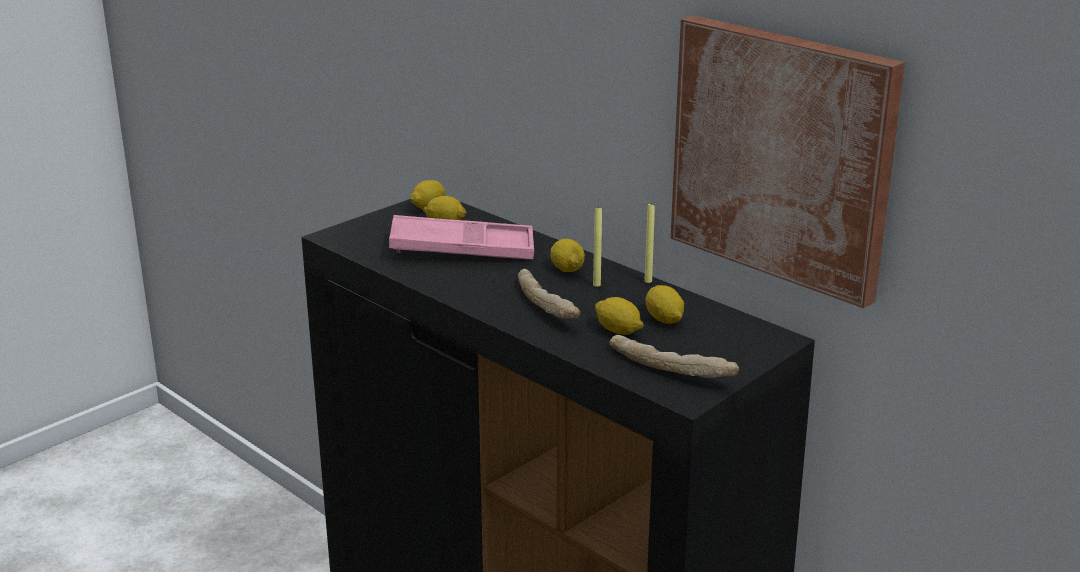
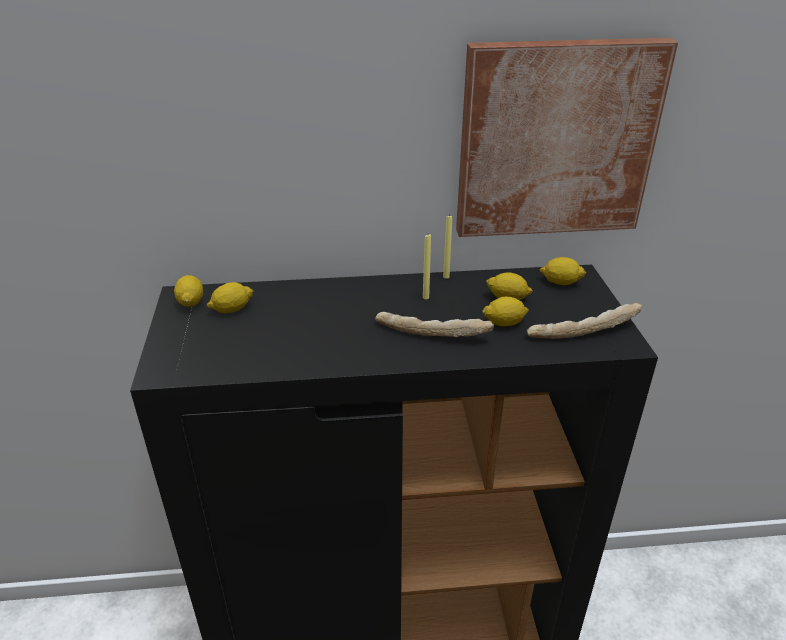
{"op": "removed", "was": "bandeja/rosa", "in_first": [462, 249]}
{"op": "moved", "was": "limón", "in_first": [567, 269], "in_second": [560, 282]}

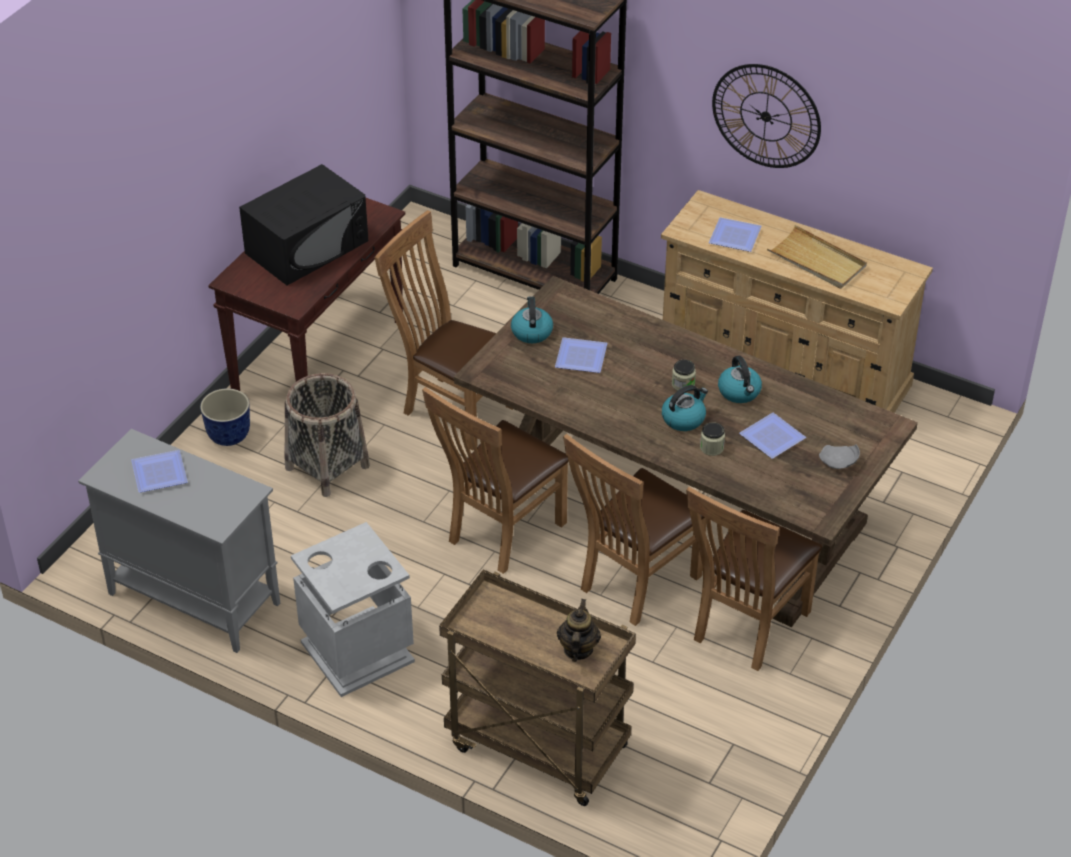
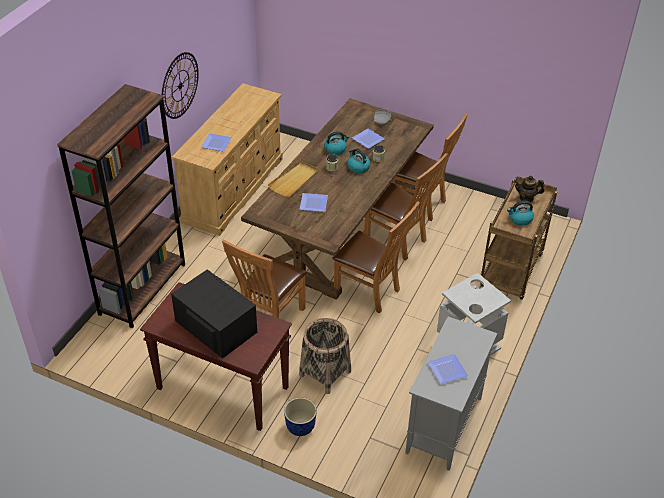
{"op": "moved", "was": "hervidor", "in_first": [531, 331], "in_second": [519, 219]}
{"op": "moved", "was": "bandeja/beis", "in_first": [817, 261], "in_second": [294, 180]}

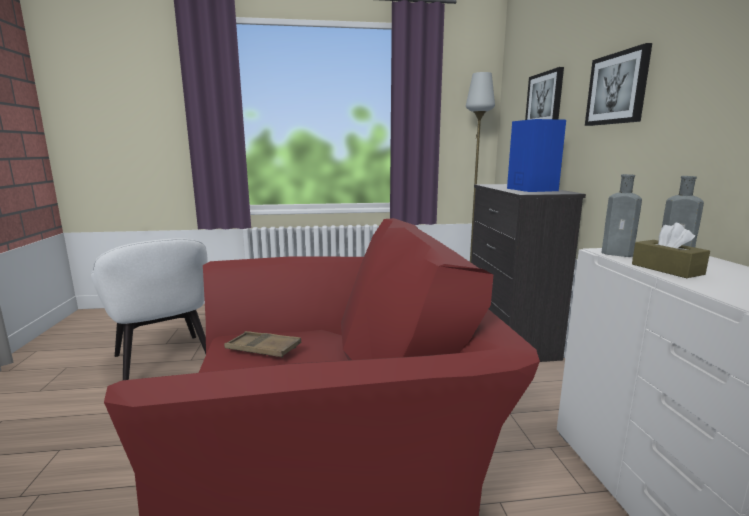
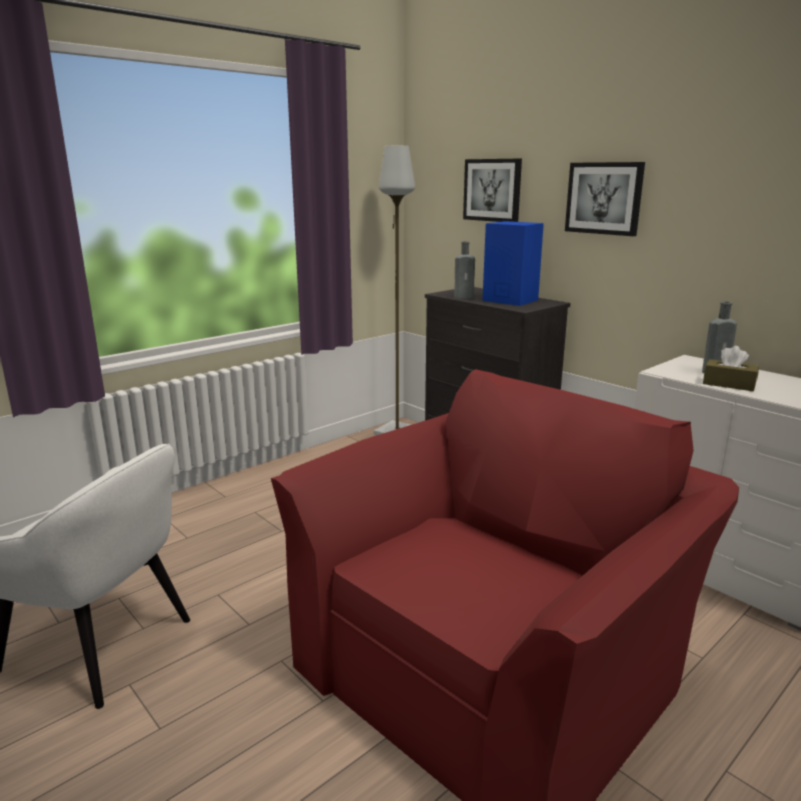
{"op": "removed", "was": "bandeja/marrón", "in_first": [263, 349]}
{"op": "moved", "was": "botella/gris", "in_first": [619, 254], "in_second": [465, 297]}

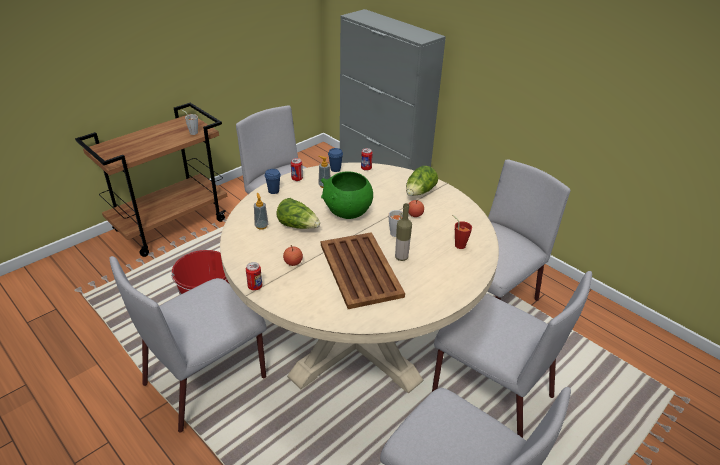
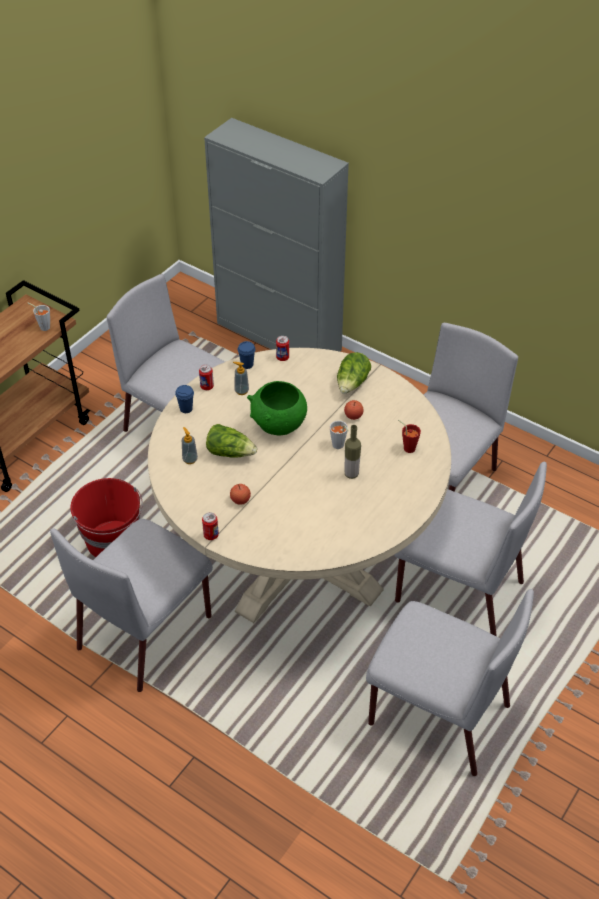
{"op": "removed", "was": "bandeja/marrón", "in_first": [360, 269]}

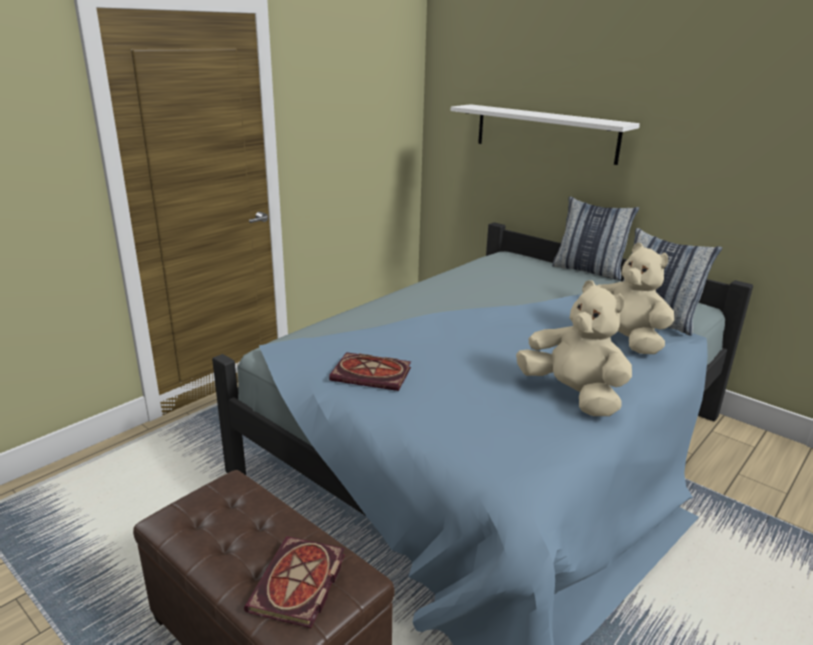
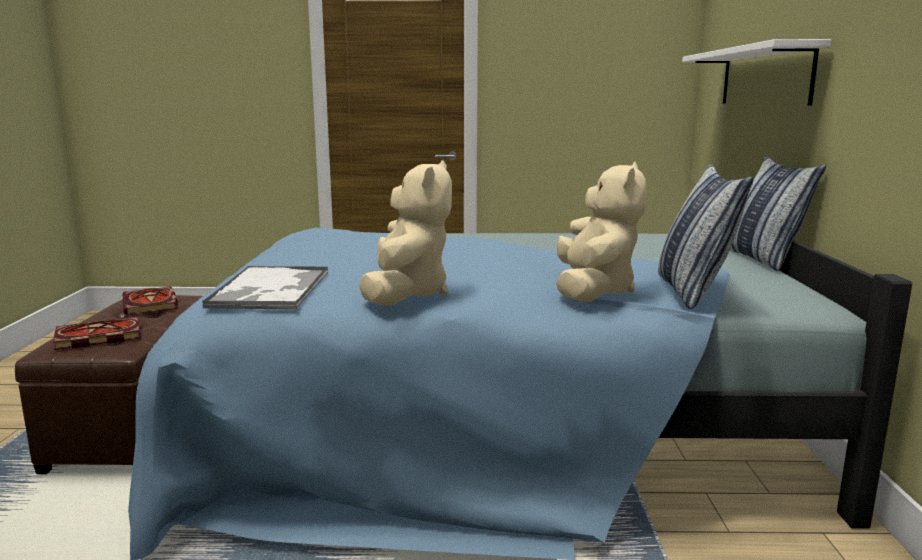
{"op": "added", "now": "bandeja", "in_second": [270, 290]}
{"op": "moved", "was": "libro", "in_first": [373, 374], "in_second": [151, 304]}

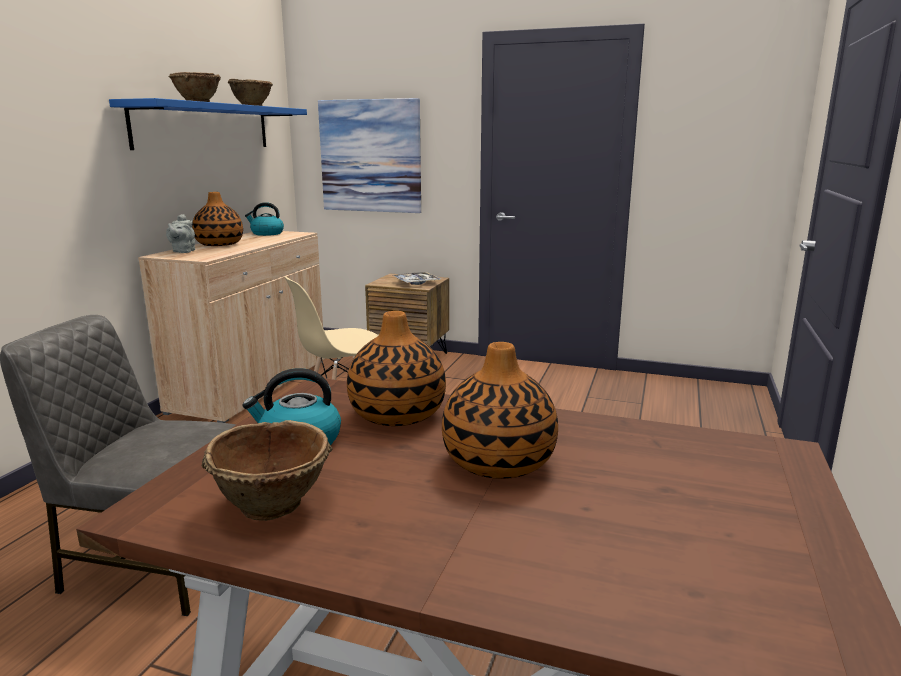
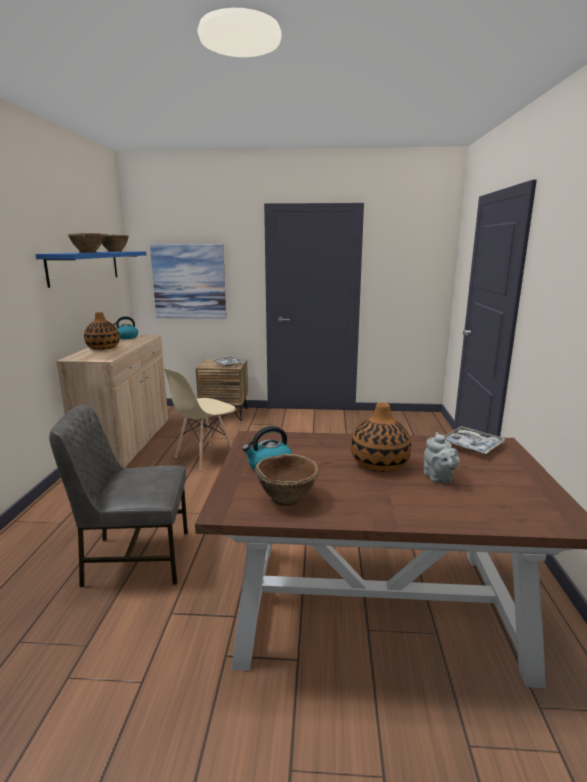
{"op": "removed", "was": "florero", "in_first": [397, 414]}
{"op": "added", "now": "bandeja", "in_second": [471, 446]}
{"op": "moved", "was": "tetera/gris", "in_first": [183, 251], "in_second": [439, 478]}

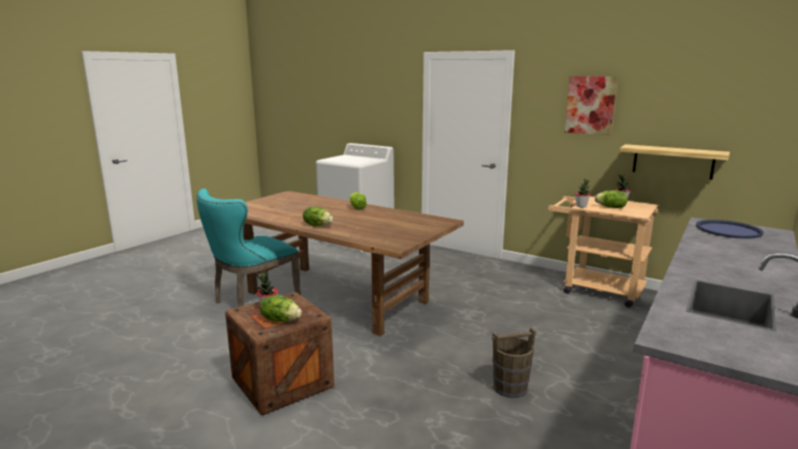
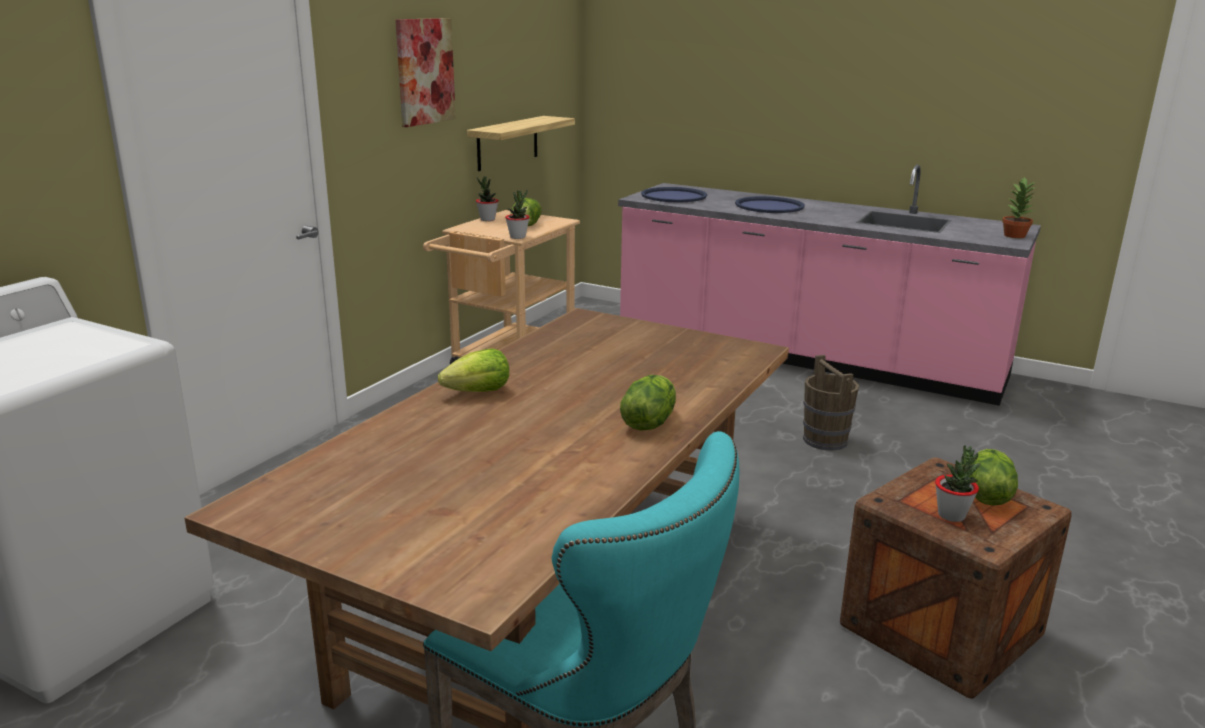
{"op": "added", "now": "bandeja/azul", "in_second": [769, 206]}
{"op": "added", "now": "planta en maceta", "in_second": [1015, 236]}

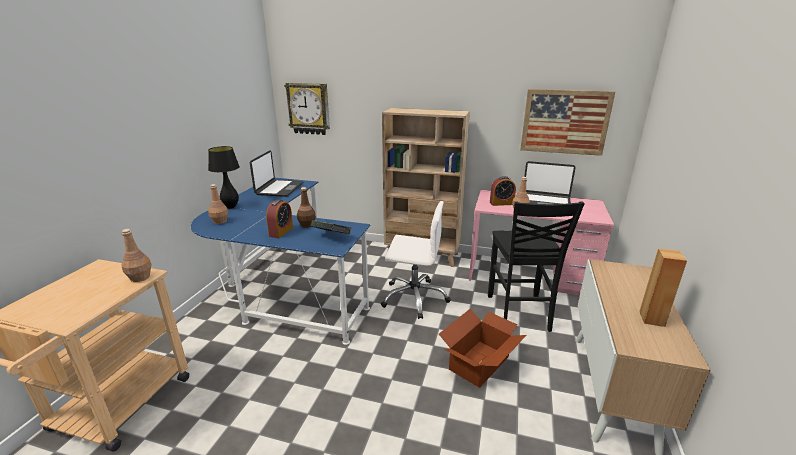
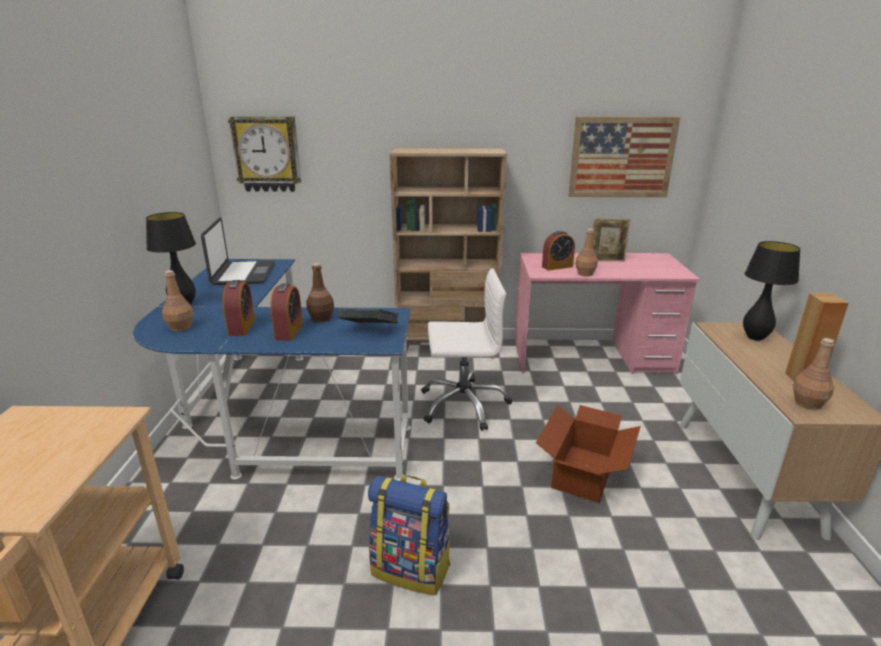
{"op": "removed", "was": "silla/negro", "in_first": [519, 313]}
{"op": "added", "now": "despertador", "in_second": [241, 327]}
{"op": "added", "now": "mochila", "in_second": [411, 569]}
{"op": "added", "now": "lámpara de mesa/negro", "in_second": [754, 338]}
{"op": "moved", "was": "botella/marrón", "in_first": [140, 277], "in_second": [807, 403]}
{"op": "replaced", "was": "portátil", "now": "portarretratos", "in_first": [545, 202], "in_second": [606, 260]}

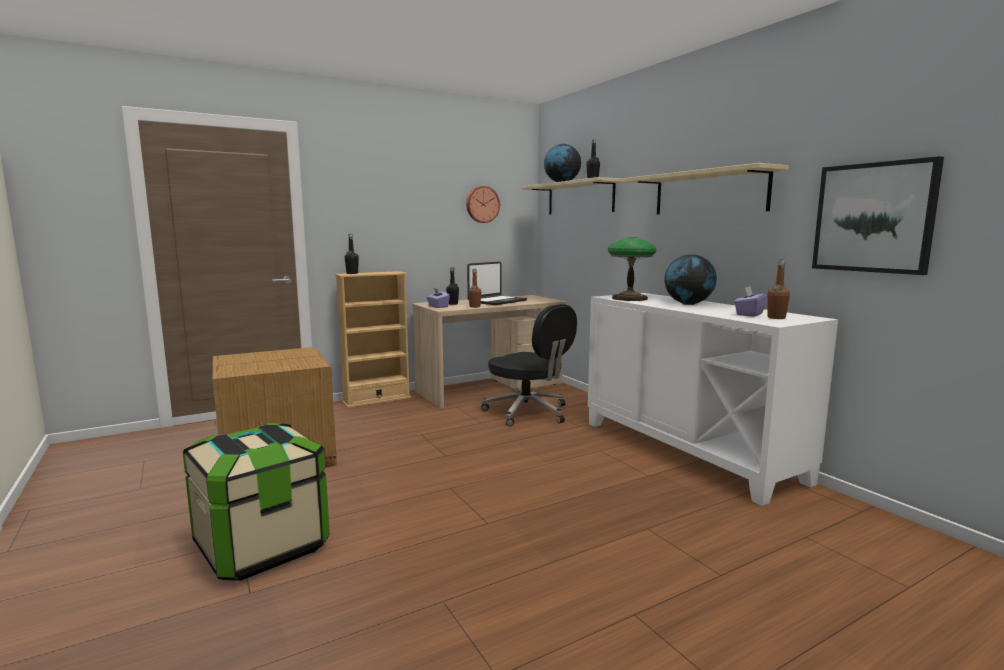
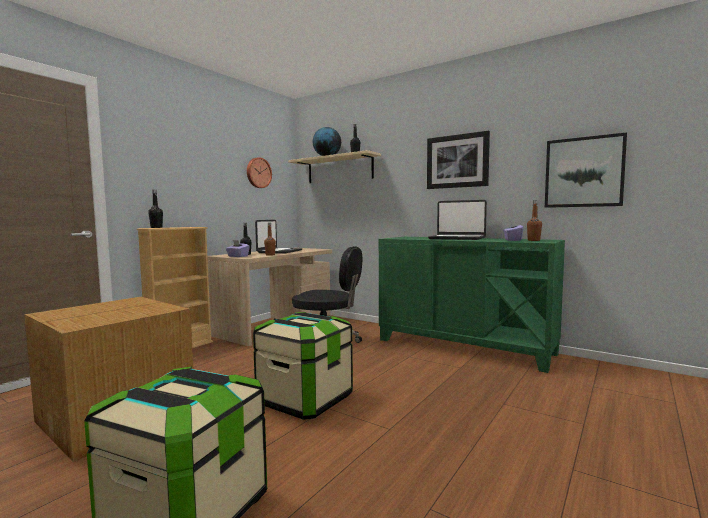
{"op": "removed", "was": "lámpara de mesa", "in_first": [629, 298]}
{"op": "added", "now": "caja de almacenaje", "in_second": [305, 400]}
{"op": "replaced", "was": "estante/beis", "now": "cuadro", "in_first": [709, 193], "in_second": [457, 161]}
{"op": "replaced", "was": "globo terráqueo", "now": "portátil", "in_first": [688, 304], "in_second": [457, 238]}
{"op": "recoloured", "was": "armario/blanco", "now": "armario/verde", "in_first": [688, 450], "in_second": [464, 346]}

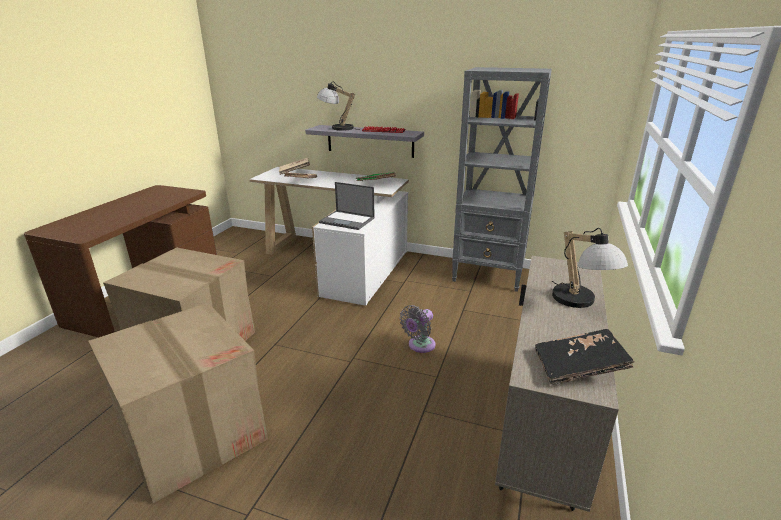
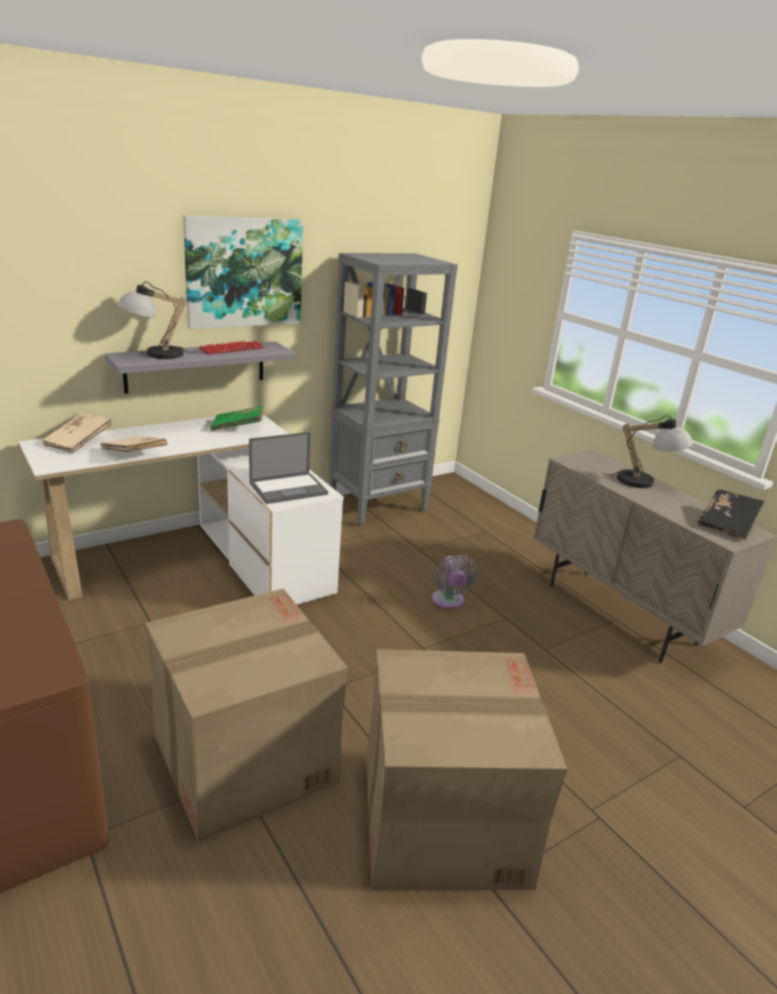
{"op": "added", "now": "cuadro", "in_second": [244, 272]}

